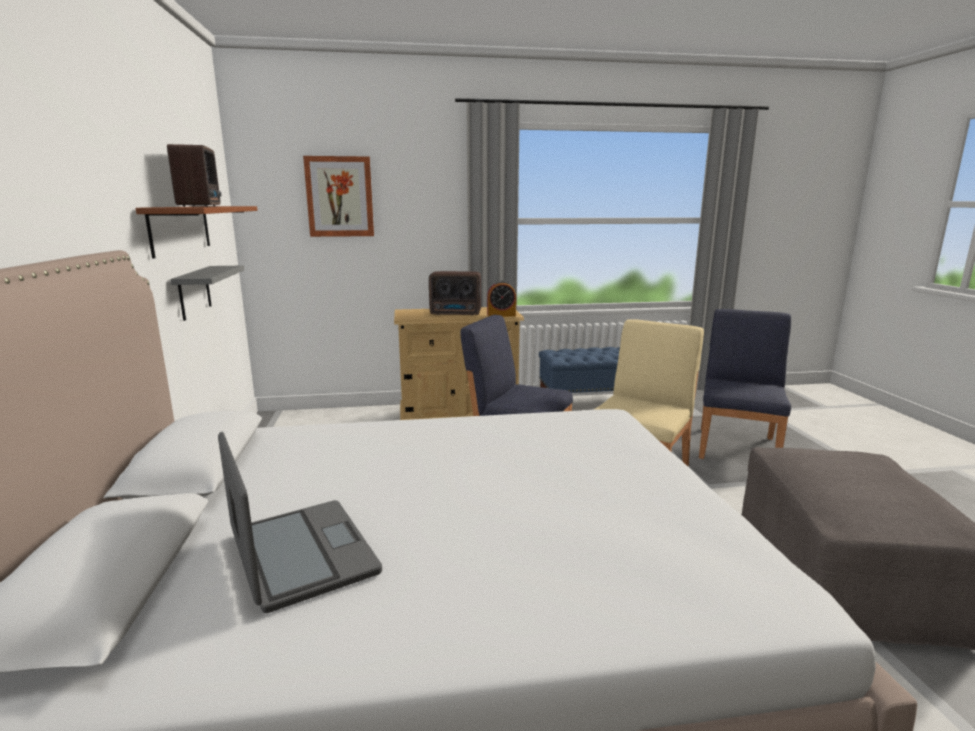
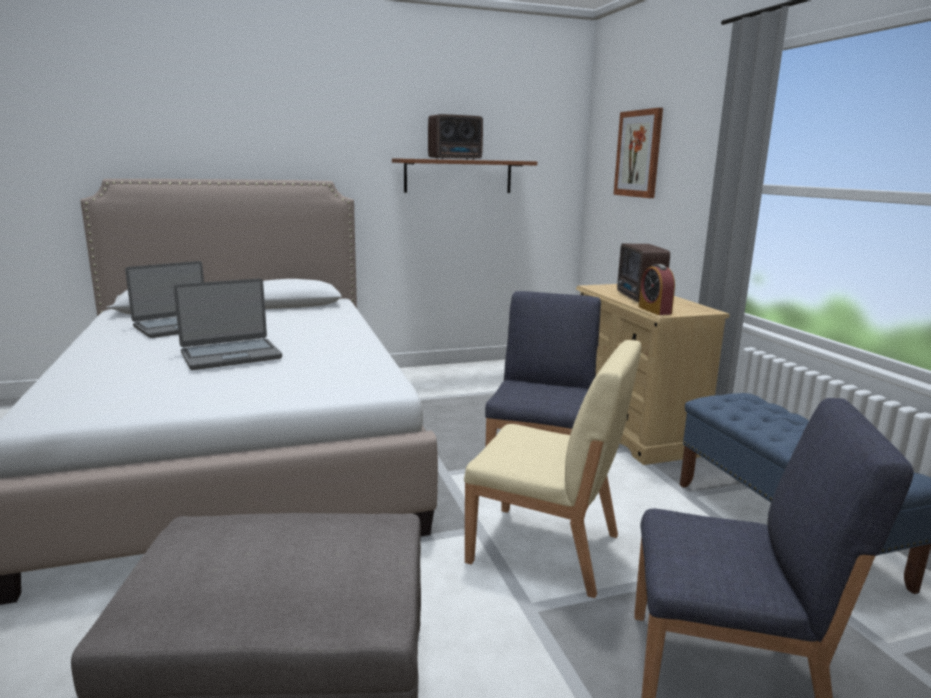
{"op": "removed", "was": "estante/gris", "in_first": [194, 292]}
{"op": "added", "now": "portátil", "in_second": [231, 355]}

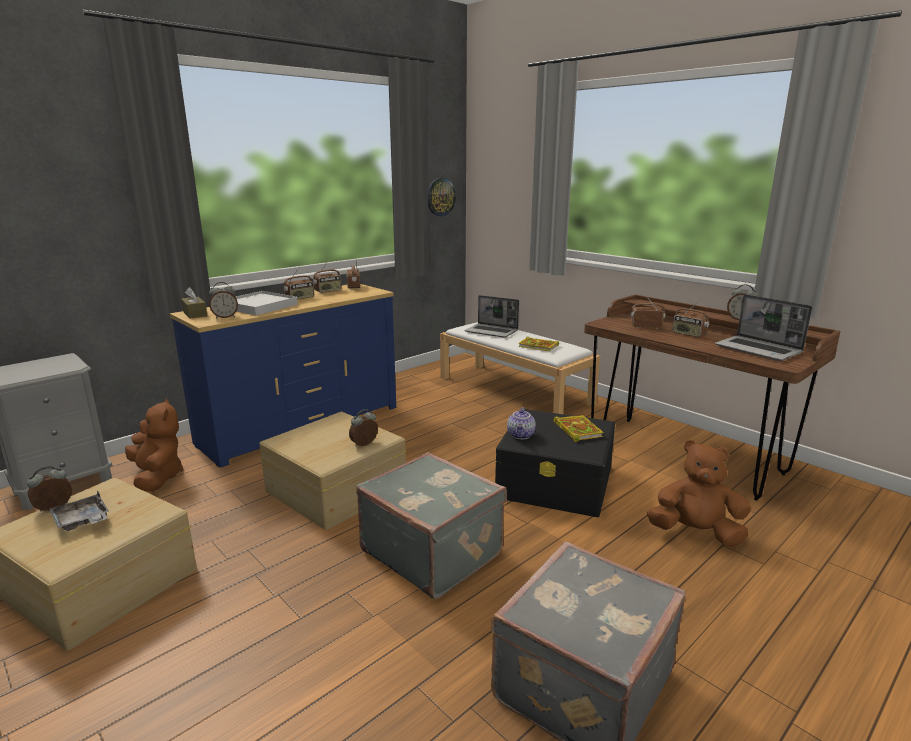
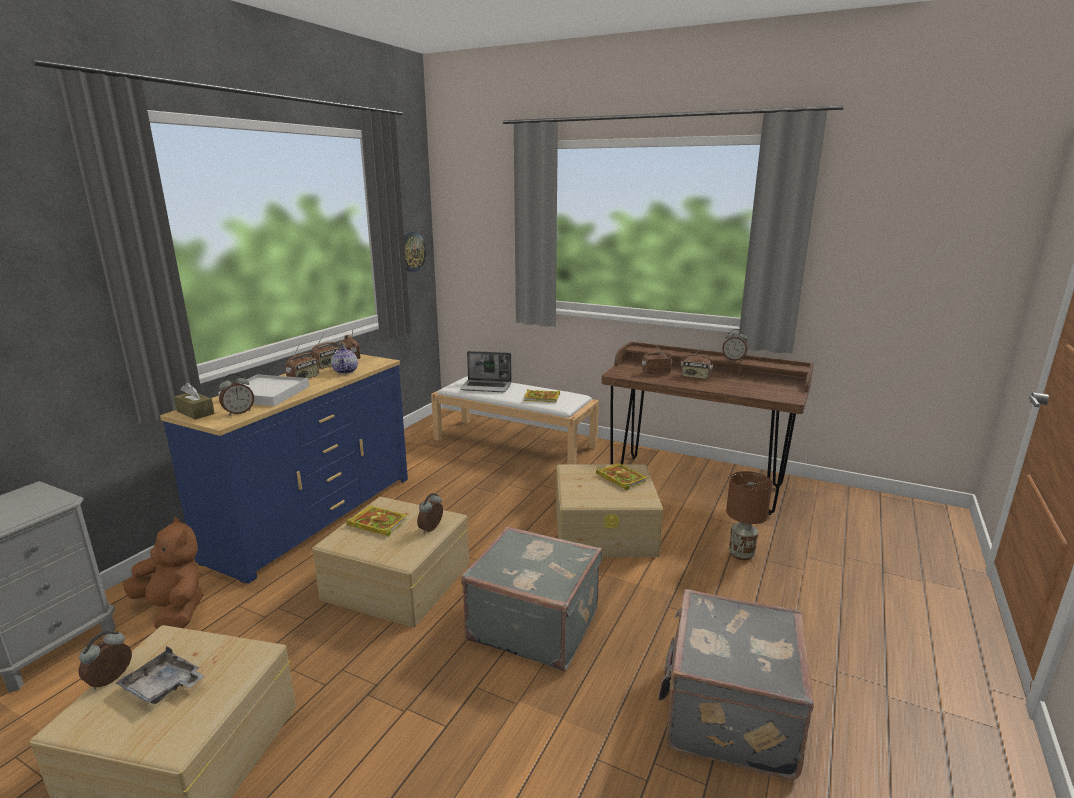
{"op": "removed", "was": "portátil", "in_first": [759, 350]}
{"op": "added", "now": "libro", "in_second": [376, 523]}
{"op": "moved", "was": "tetera", "in_first": [521, 435], "in_second": [346, 371]}
{"op": "replaced", "was": "peluche/marrón", "now": "lámpara de mesa/marrón", "in_first": [695, 533], "in_second": [741, 554]}
{"op": "recoloured", "was": "caja de almacenaje/negro", "now": "caja de almacenaje/beis", "in_first": [556, 482], "in_second": [605, 530]}

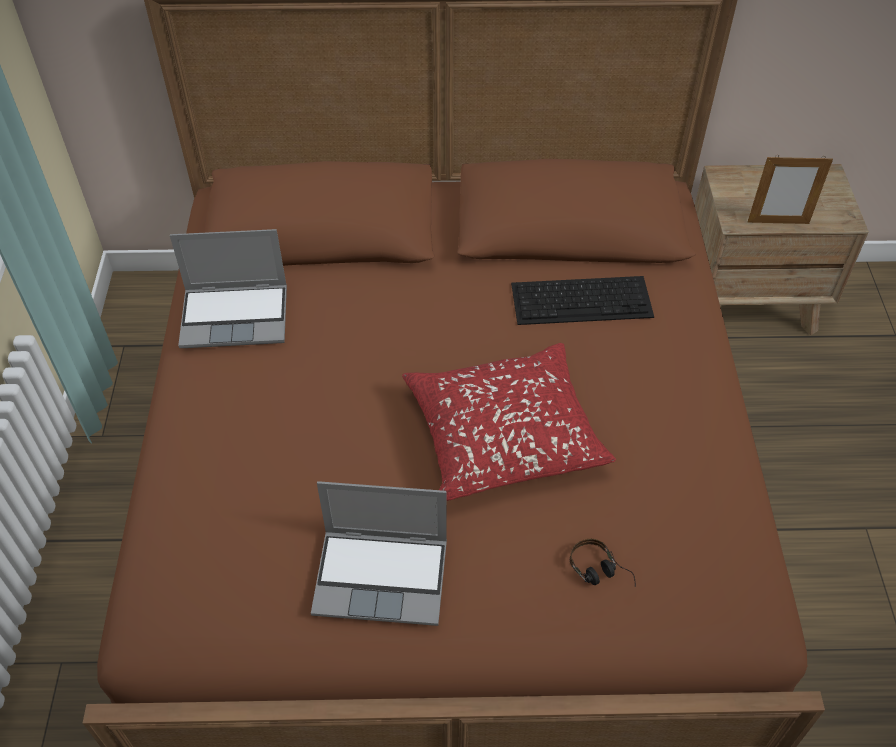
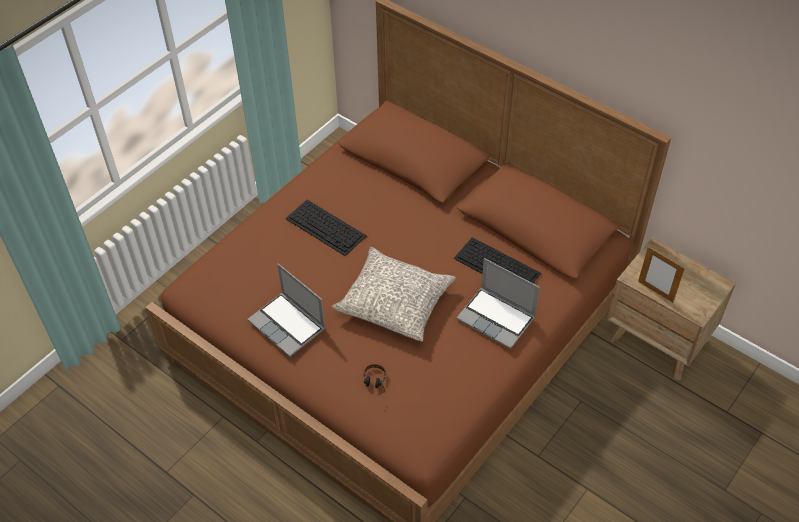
{"op": "added", "now": "teclado", "in_second": [326, 227]}
{"op": "moved", "was": "portátil", "in_first": [236, 316], "in_second": [497, 318]}
{"op": "recoloured", "was": "cojín/rojo", "now": "cojín/gris", "in_first": [504, 434], "in_second": [395, 302]}

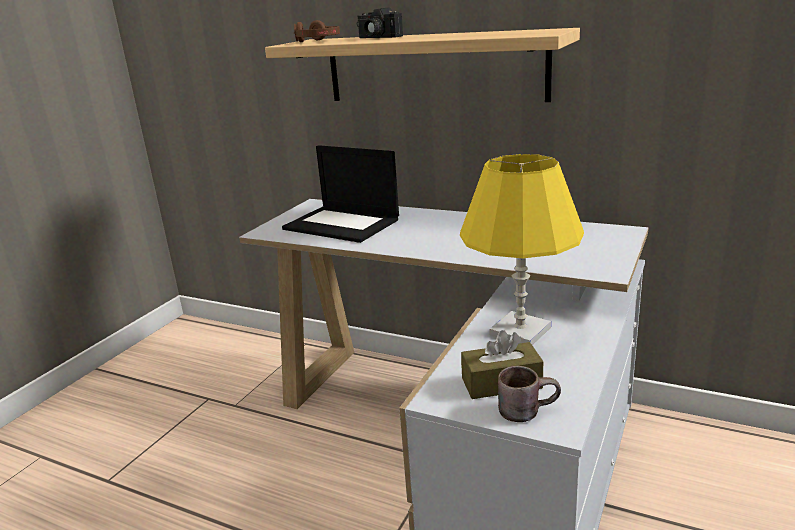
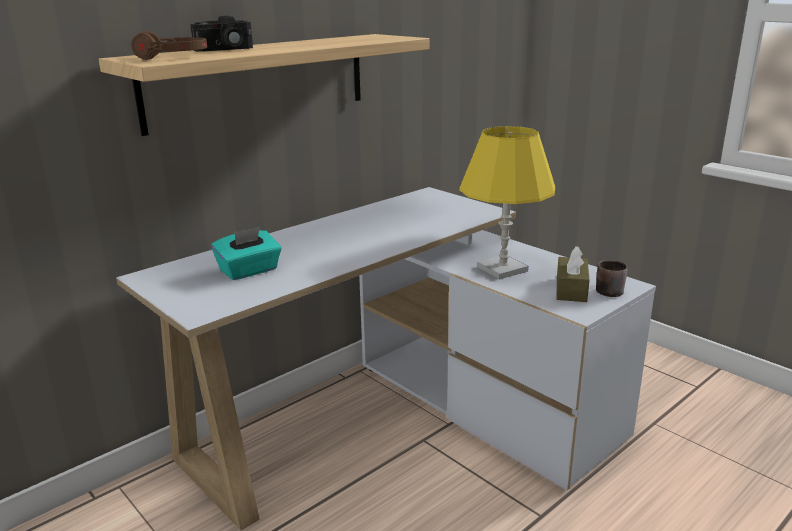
{"op": "replaced", "was": "portátil", "now": "caja de pañuelos/turquesa", "in_first": [343, 224], "in_second": [249, 271]}

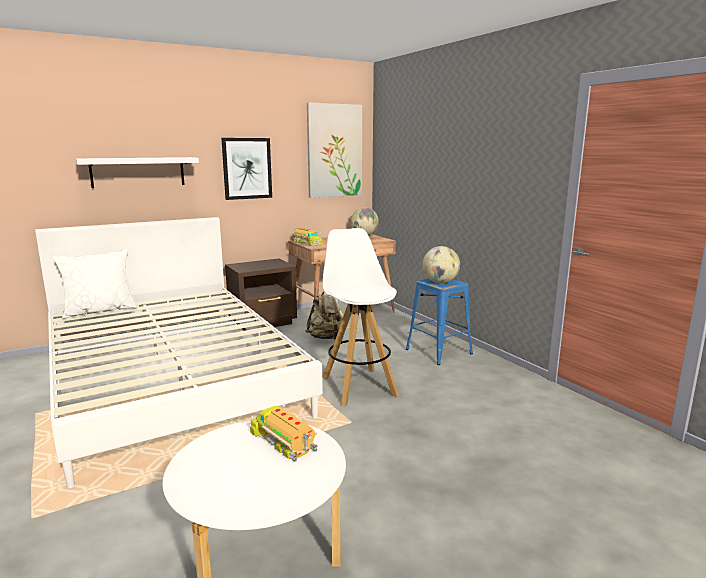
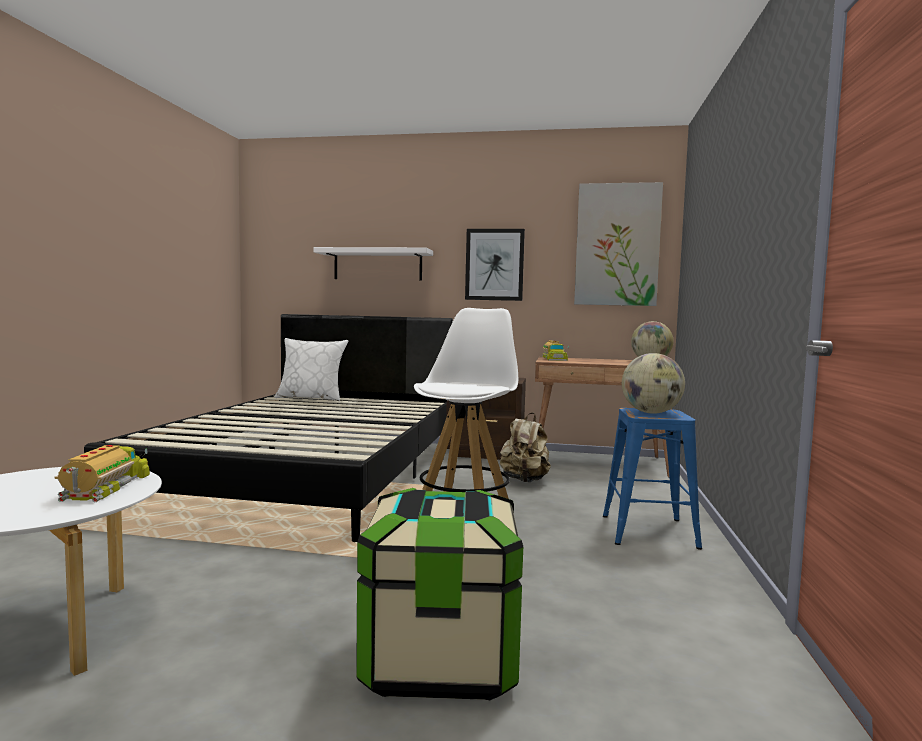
{"op": "added", "now": "caja de almacenaje", "in_second": [440, 658]}
{"op": "recoloured", "was": "cama/blanco", "now": "cama/negro", "in_first": [170, 379], "in_second": [312, 473]}

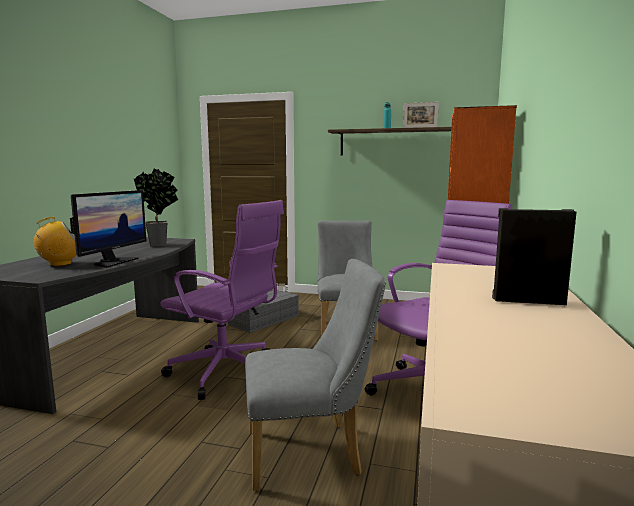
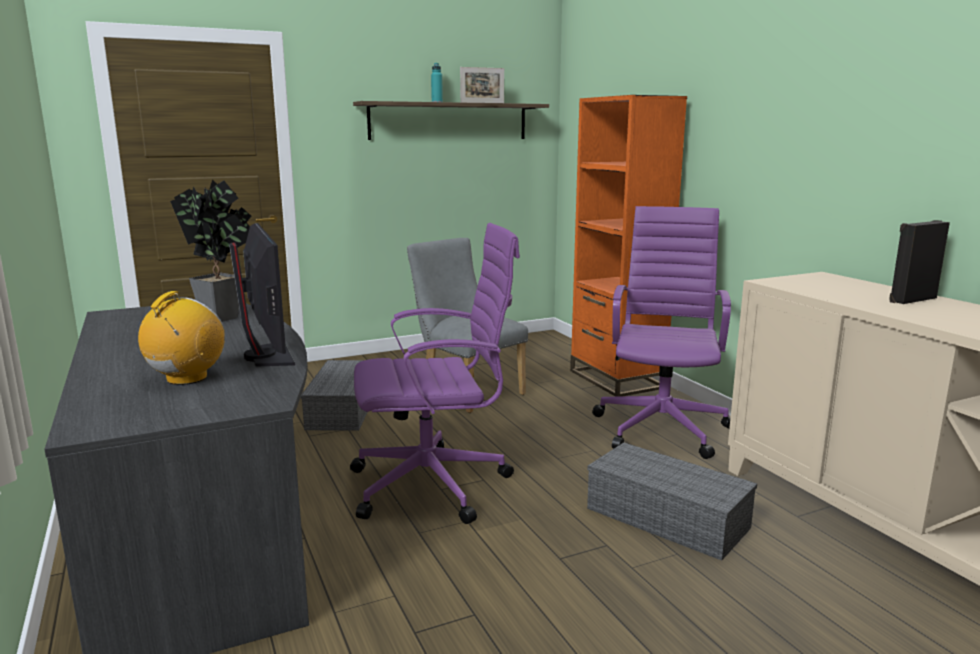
{"op": "replaced", "was": "silla/gris", "now": "caja de almacenaje/gris", "in_first": [312, 453], "in_second": [669, 518]}

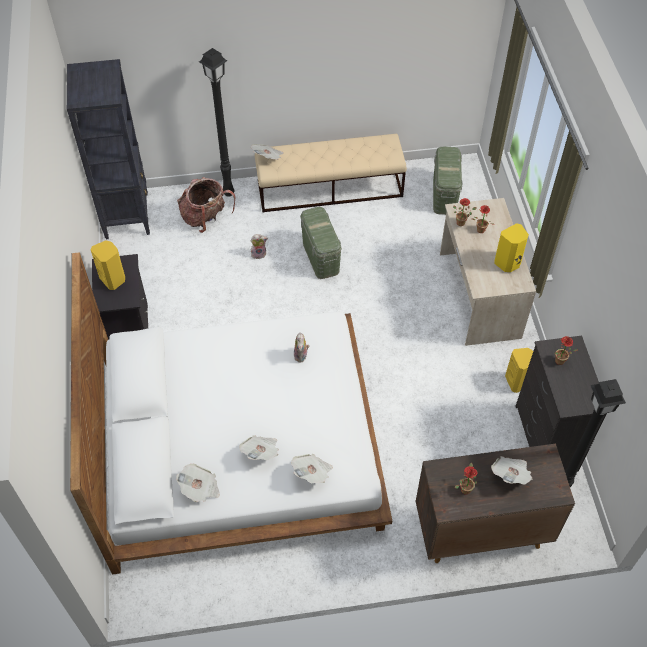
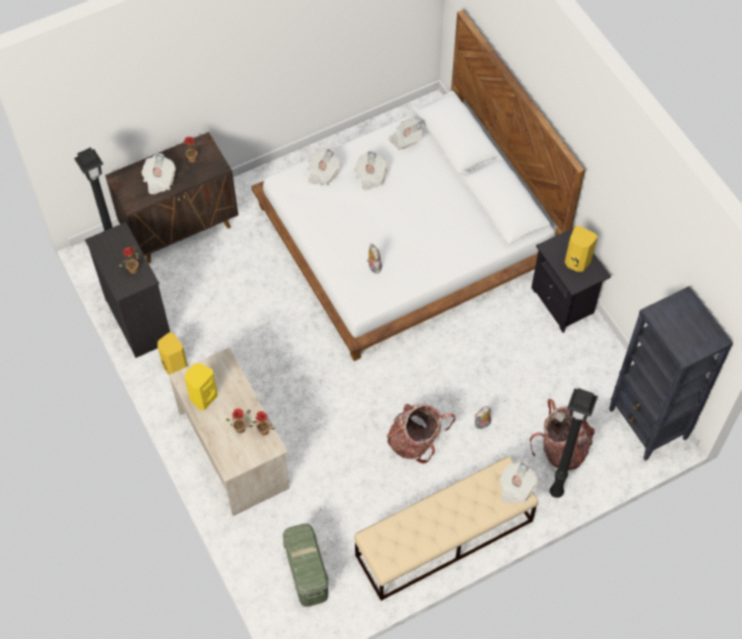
{"op": "replaced", "was": "caja de almacenaje/verde", "now": "mochila", "in_first": [320, 257], "in_second": [416, 442]}

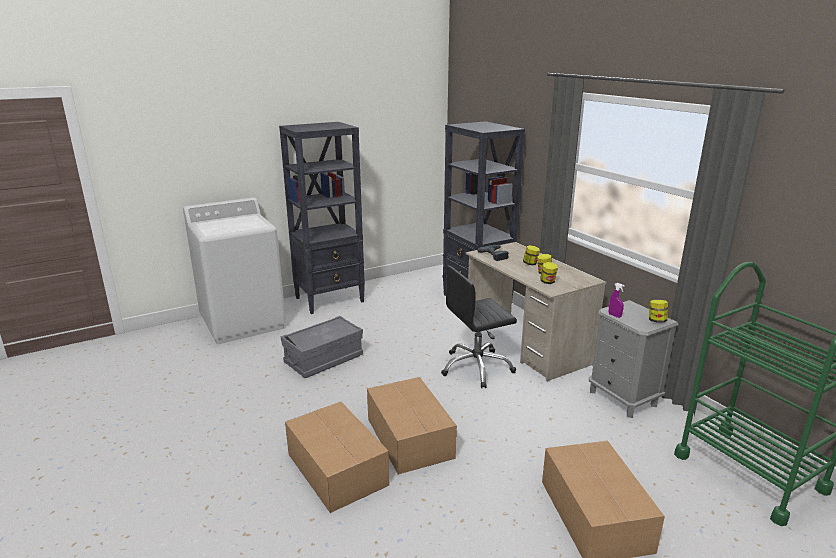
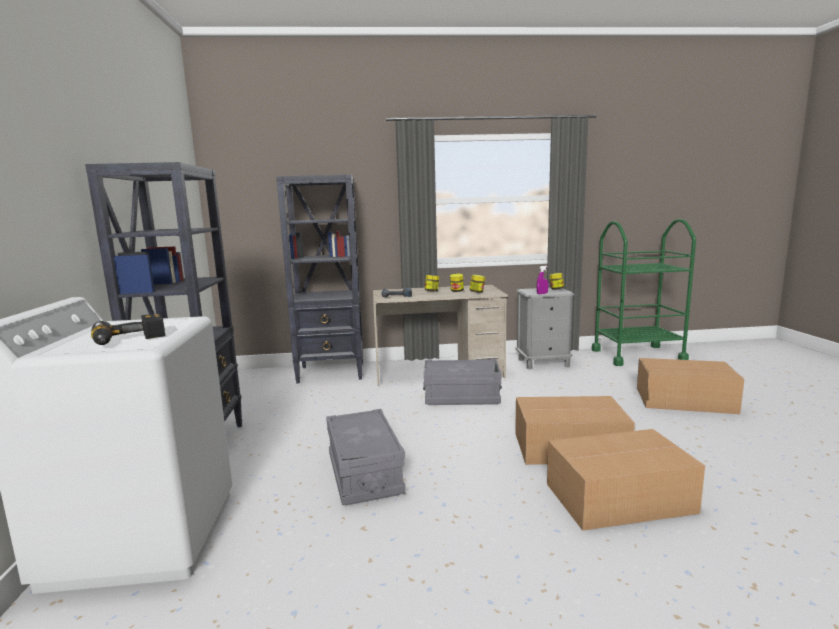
{"op": "added", "now": "taladro", "in_second": [130, 341]}
{"op": "replaced", "was": "silla de oficina/negro", "now": "caja de almacenaje/gris", "in_first": [476, 367], "in_second": [461, 397]}

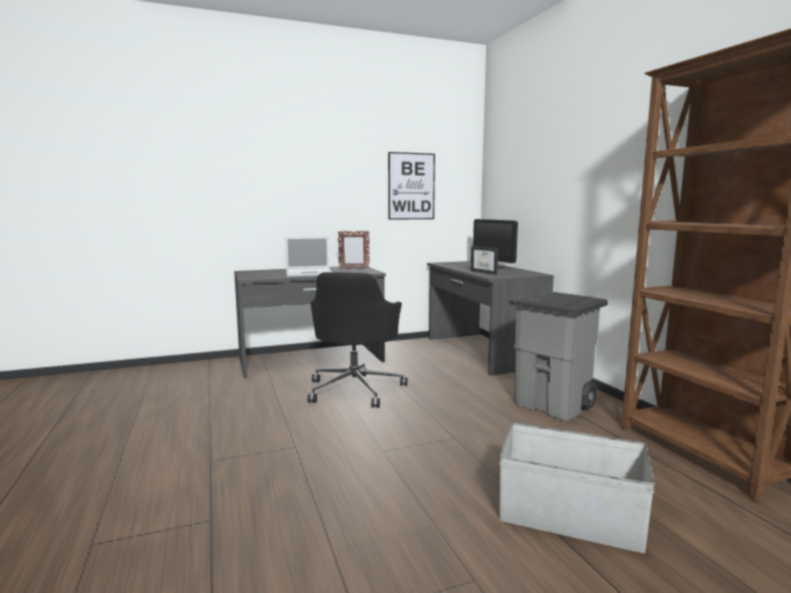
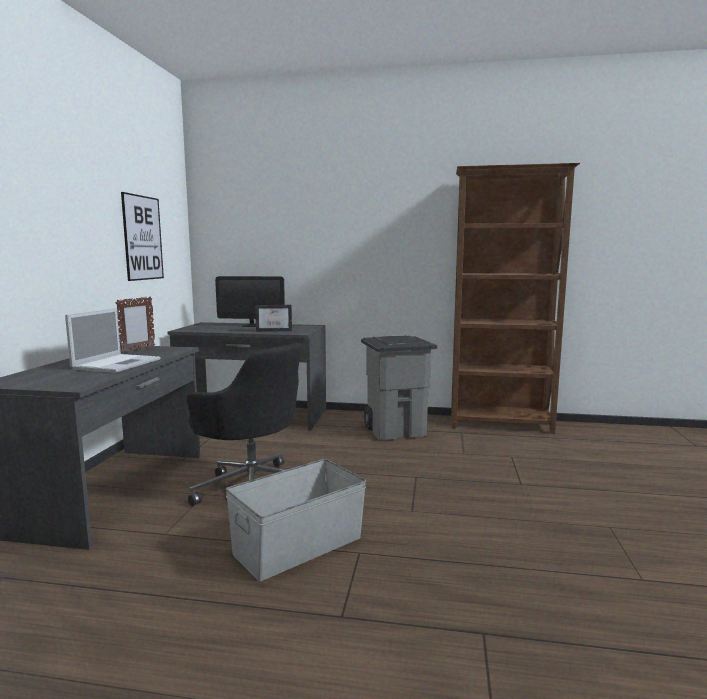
{"op": "moved", "was": "caja de almacenaje/gris", "in_first": [569, 516], "in_second": [297, 545]}

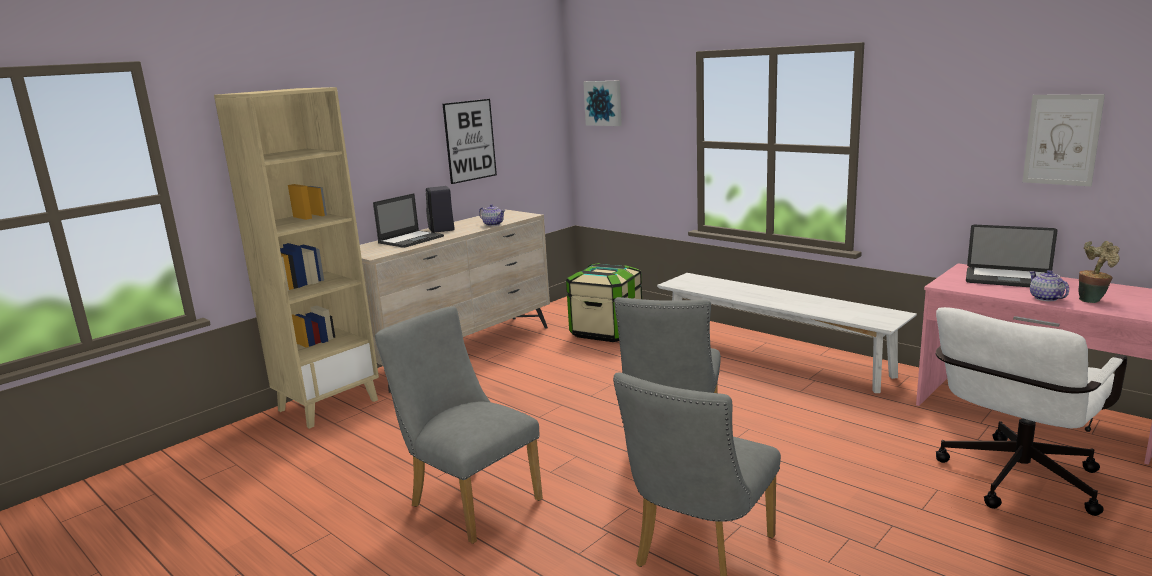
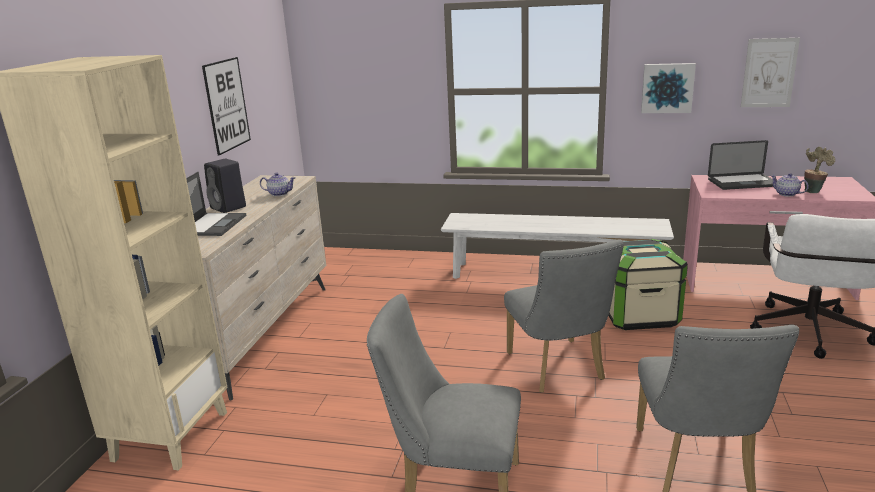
{"op": "moved", "was": "caja de almacenaje", "in_first": [606, 331], "in_second": [638, 315]}
{"op": "moved", "was": "cuadro", "in_first": [604, 103], "in_second": [667, 88]}

